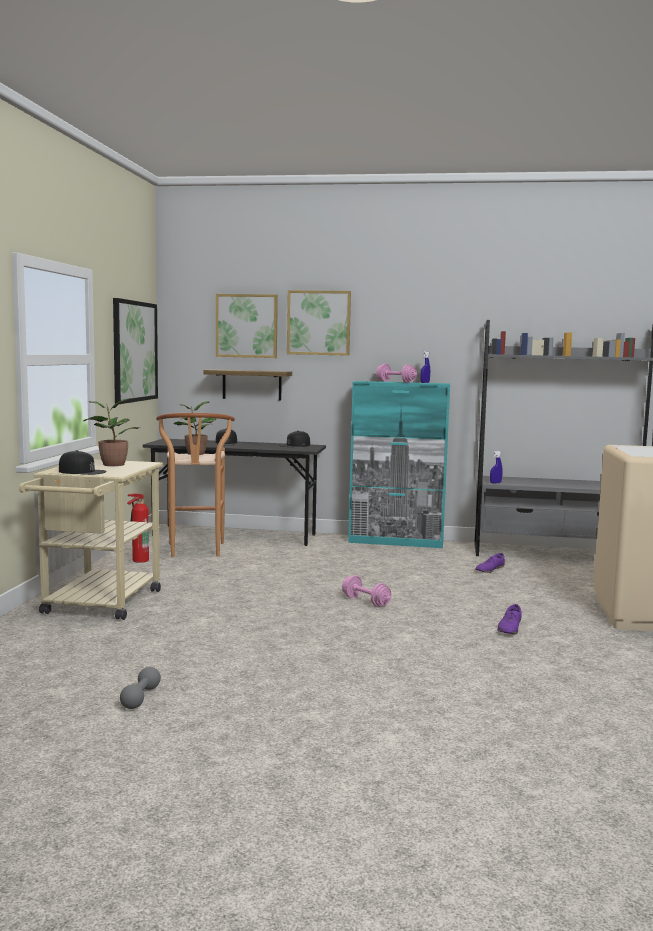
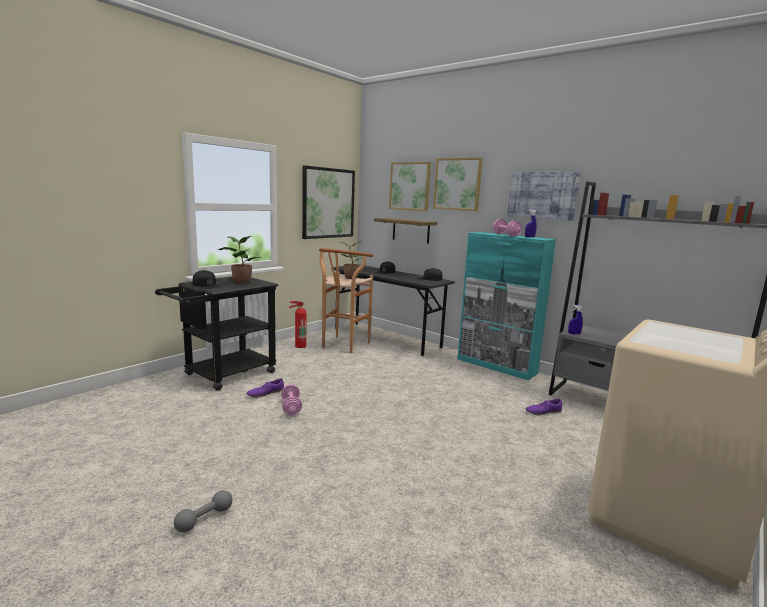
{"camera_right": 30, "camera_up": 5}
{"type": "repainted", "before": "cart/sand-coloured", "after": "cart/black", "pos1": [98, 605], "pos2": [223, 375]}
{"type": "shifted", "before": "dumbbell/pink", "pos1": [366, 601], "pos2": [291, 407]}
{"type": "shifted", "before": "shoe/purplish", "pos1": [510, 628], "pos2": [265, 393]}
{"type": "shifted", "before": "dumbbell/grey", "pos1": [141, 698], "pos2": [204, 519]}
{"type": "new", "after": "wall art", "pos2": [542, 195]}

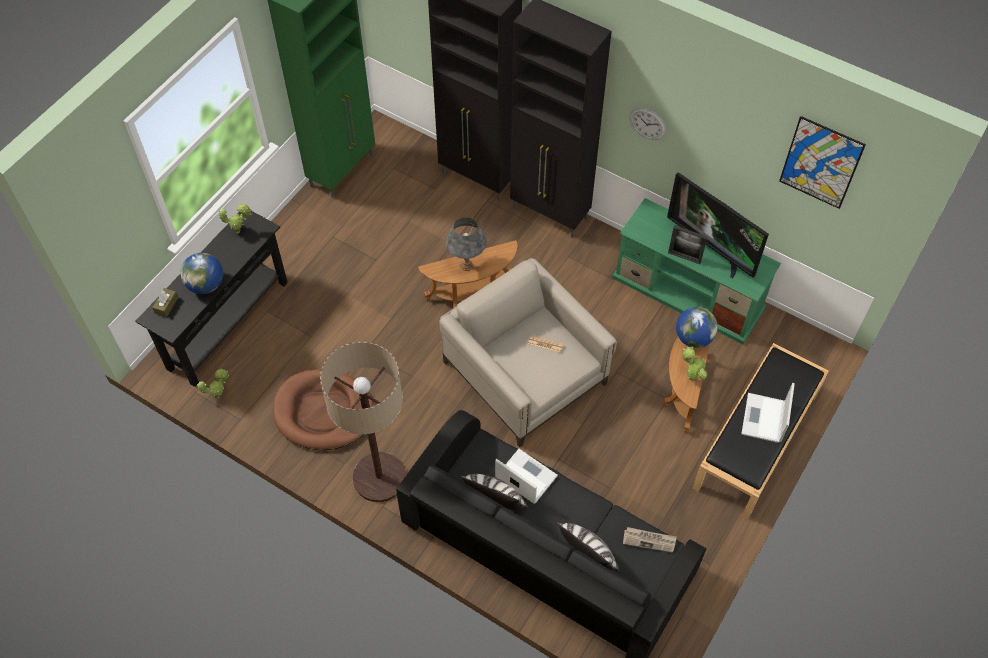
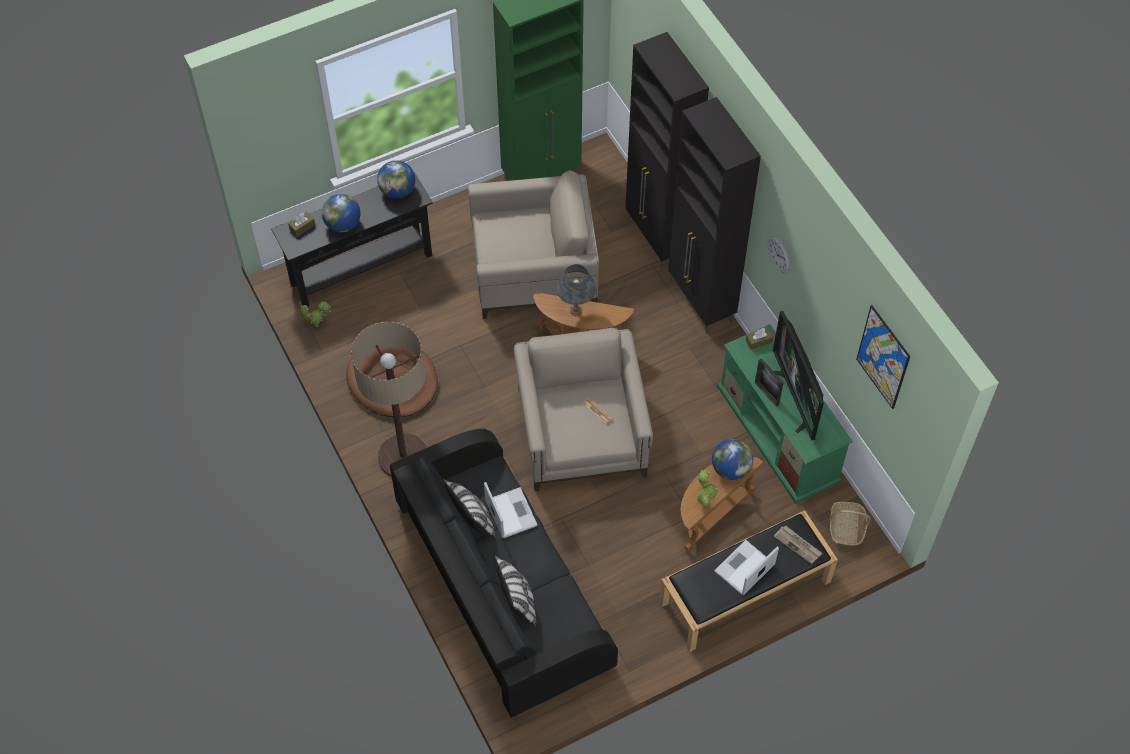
{"camera_right": 30, "camera_up": 0}
{"type": "swapped", "before": "potted plant", "after": "globe", "pos1": [239, 231], "pos2": [397, 191]}
{"type": "shifted", "before": "printed paper", "pos1": [649, 540], "pos2": [798, 545]}
{"type": "new", "after": "lounge chair/sand-coloured", "pos2": [533, 270]}
{"type": "new", "after": "tissue holder/brown", "pos2": [758, 341]}
{"type": "new", "after": "storage basket", "pos2": [846, 528]}

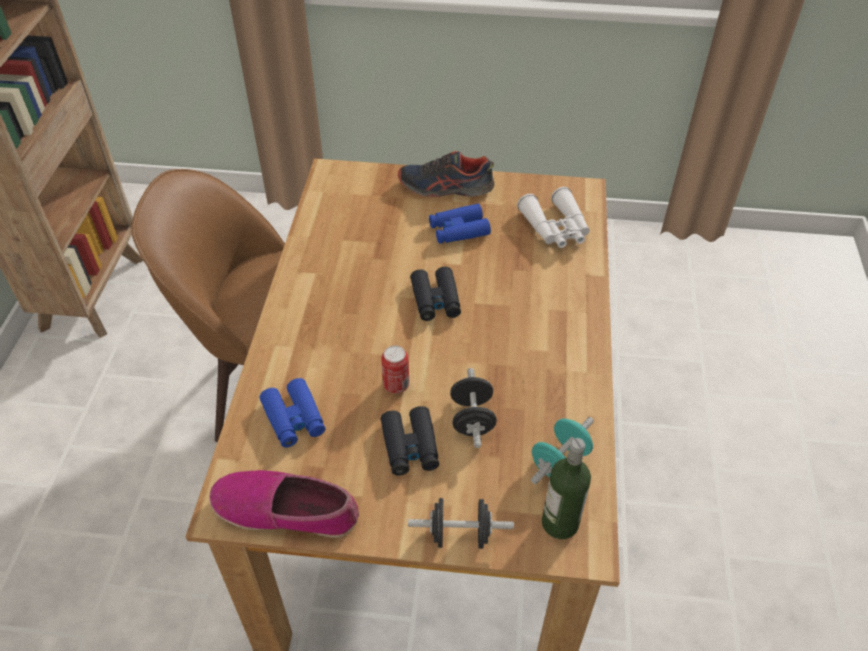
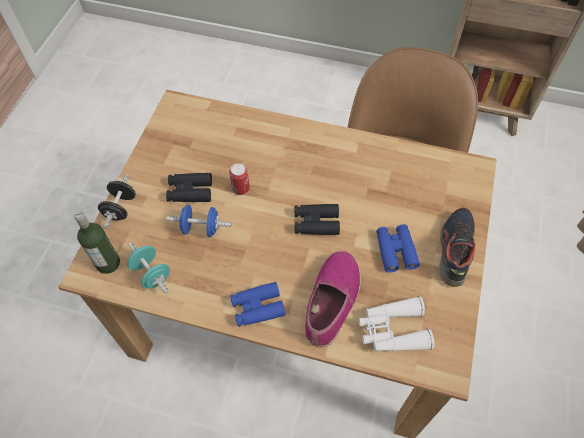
{"camera_right": 100, "camera_up": 10}
{"type": "repainted", "before": "dumbbell/black", "after": "dumbbell/blue", "pos1": [472, 419], "pos2": [201, 228]}
{"type": "shifted", "before": "field glasses/blue", "pos1": [294, 418], "pos2": [257, 307]}
{"type": "shifted", "before": "shoe", "pos1": [287, 510], "pos2": [331, 301]}

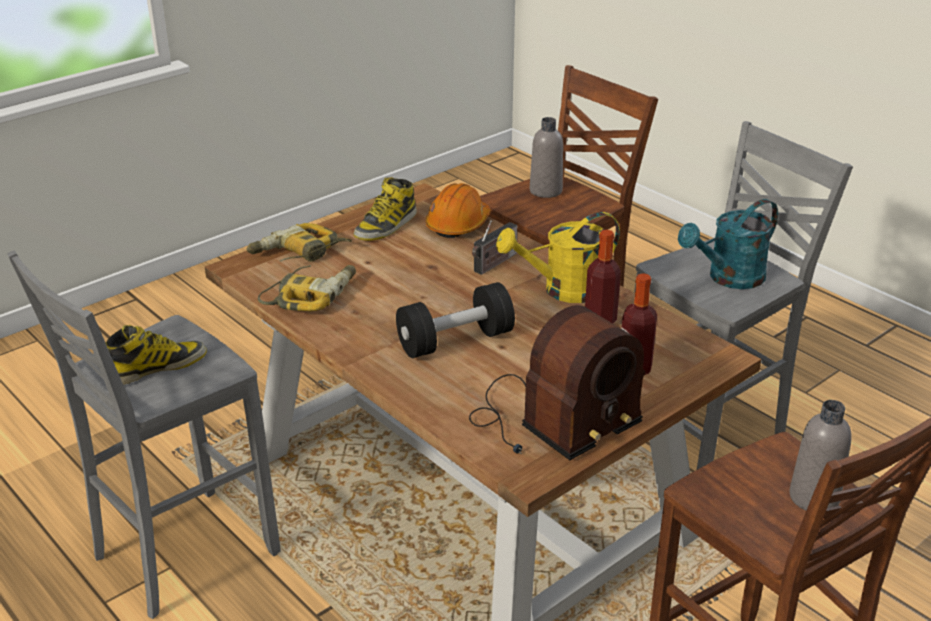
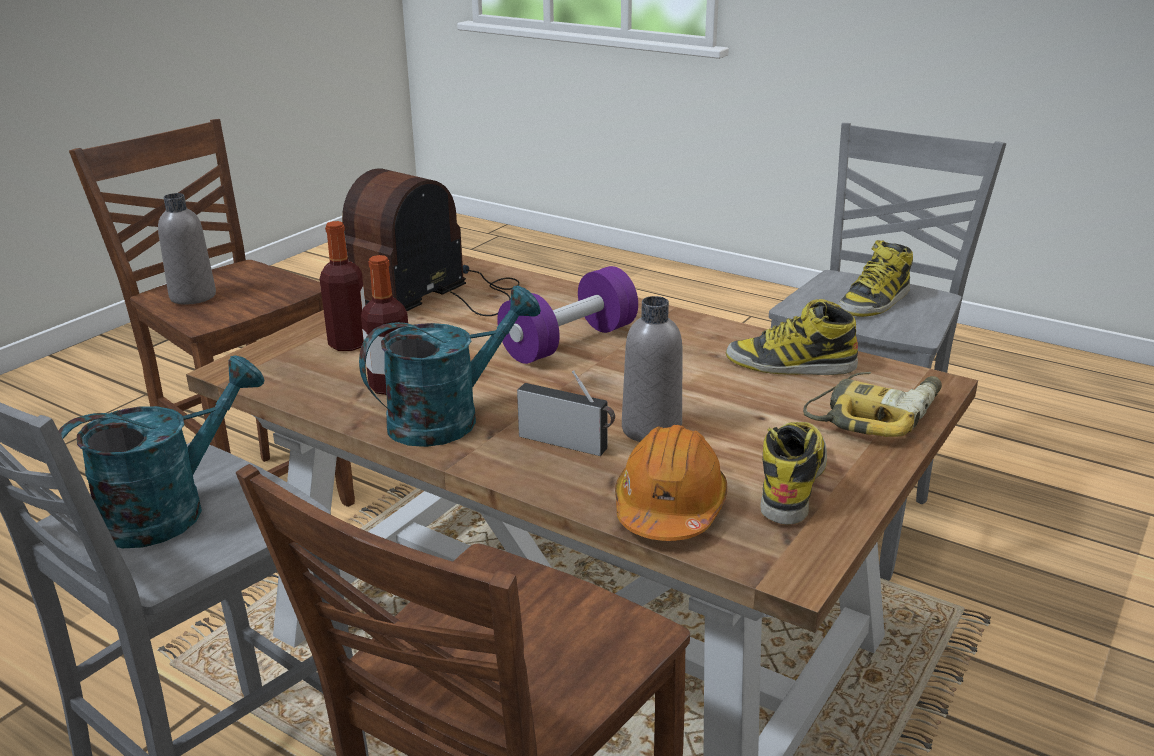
{"camera_right": 165, "camera_up": -5}
{"type": "shifted", "before": "beverage bottle/grey", "pos1": [545, 191], "pos2": [651, 429]}
{"type": "repainted", "before": "watering can/yellowish", "after": "watering can/turquoise-coloured", "pos1": [563, 291], "pos2": [448, 418]}
{"type": "rotated", "before": "radio", "pos1": [494, 264], "pos2": [567, 443], "turn": 90}
{"type": "swapped", "before": "power drill", "after": "boot", "pos1": [311, 295], "pos2": [790, 365]}
{"type": "repainted", "before": "dumbbell/black", "after": "dumbbell/purplish", "pos1": [455, 341], "pos2": [569, 342]}

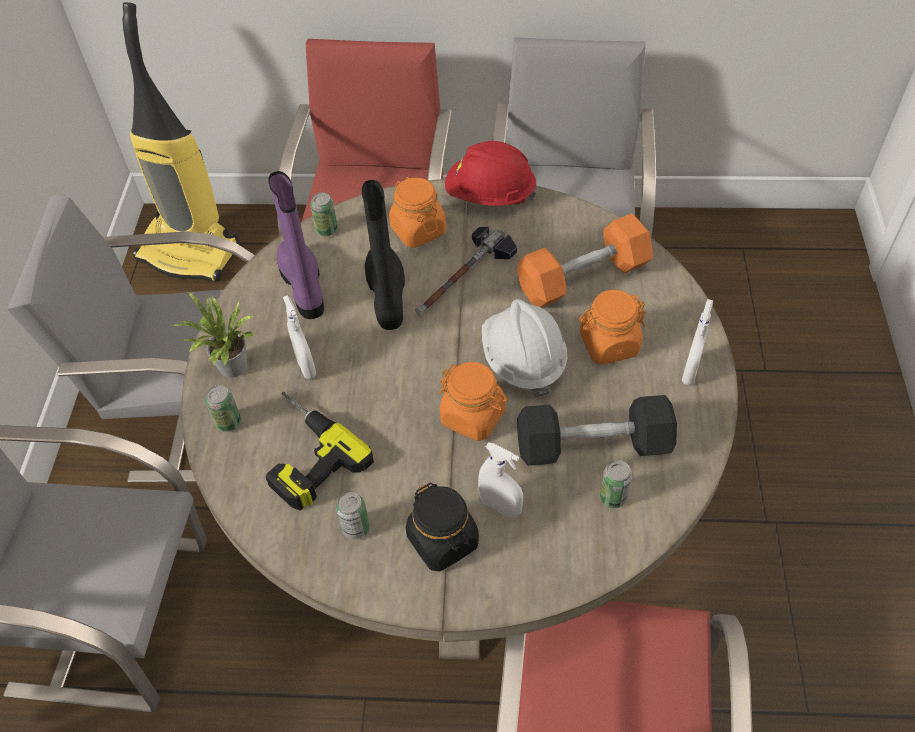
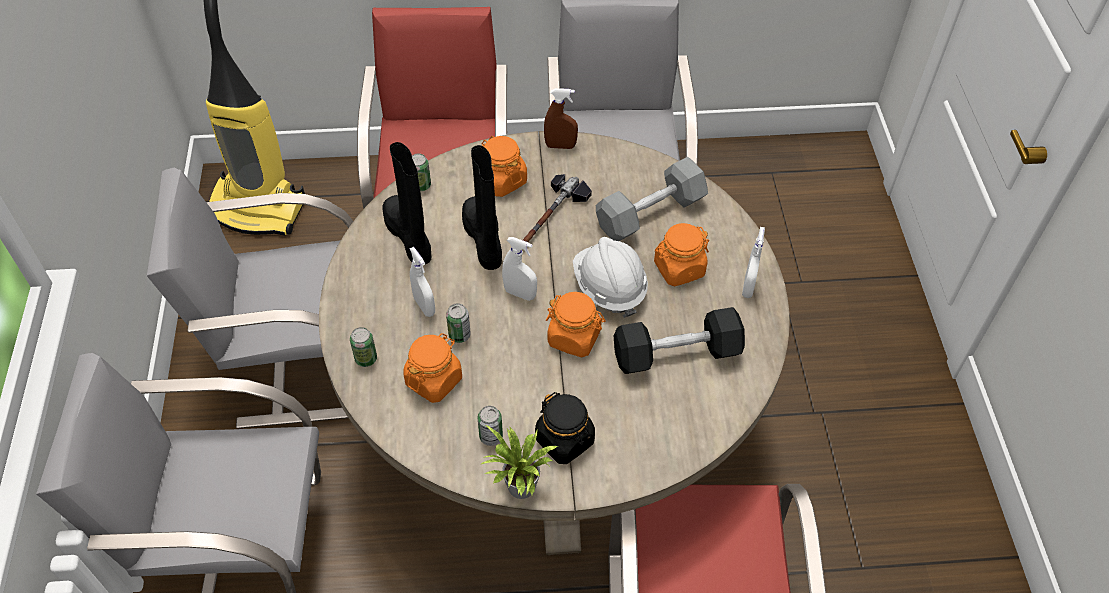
{"camera_right": -10, "camera_up": 0}
{"type": "swapped", "before": "safety helmet/red-coloured", "after": "sprayer/brown", "pos1": [490, 195], "pos2": [560, 146]}
{"type": "repainted", "before": "boot/purplish", "after": "boot/black", "pos1": [304, 285], "pos2": [410, 236]}
{"type": "repainted", "before": "dumbbell/orange", "after": "dumbbell/grey", "pos1": [583, 277], "pos2": [650, 213]}
{"type": "shifted", "before": "potted plant", "pos1": [230, 369], "pos2": [519, 489]}
{"type": "swapped", "before": "power drill", "after": "storage jar/orange", "pos1": [301, 454], "pos2": [434, 380]}
{"type": "shifted", "before": "sprayer/whitish", "pos1": [500, 507], "pos2": [520, 294]}
{"type": "shifted", "before": "sealed can", "pos1": [613, 497], "pos2": [459, 335]}

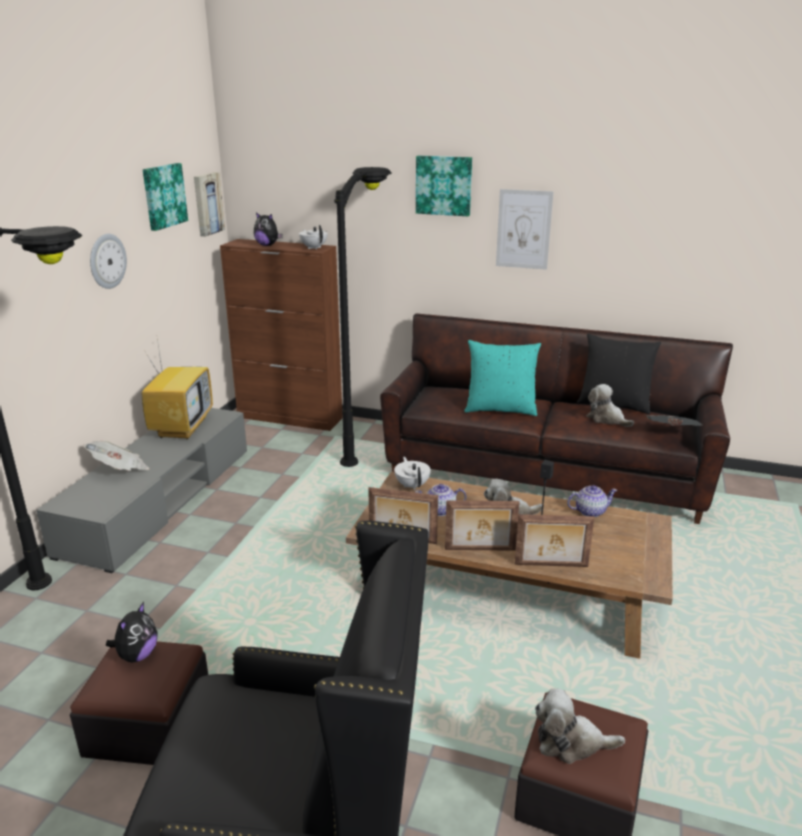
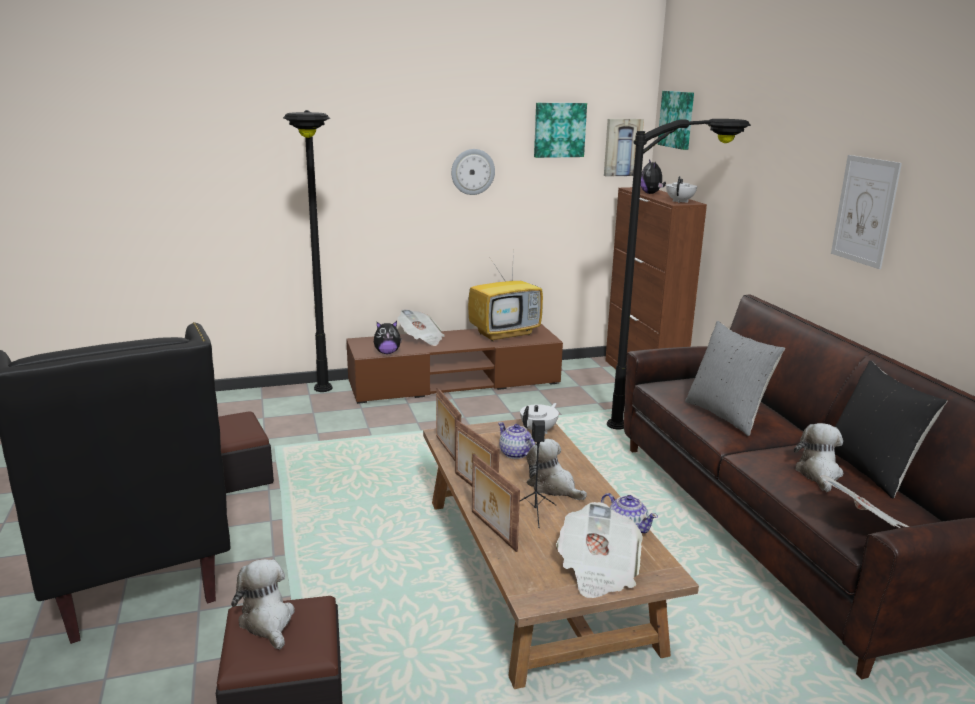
{"camera_right": 55, "camera_up": -5}
{"type": "shifted", "before": "wall art", "pos1": [444, 185], "pos2": [677, 119]}
{"type": "repainted", "before": "pillow/turquoise-coloured", "after": "pillow/grey", "pos1": [500, 409], "pos2": [726, 415]}
{"type": "repainted", "before": "media console/grey", "after": "media console/brown", "pos1": [159, 500], "pos2": [454, 383]}
{"type": "shifted", "before": "soft toy", "pos1": [137, 655], "pos2": [387, 352]}
{"type": "new", "after": "printed paper", "pos2": [597, 571]}

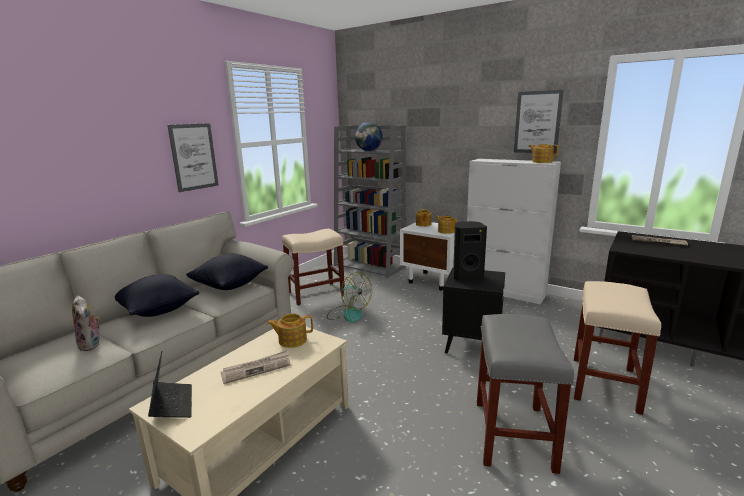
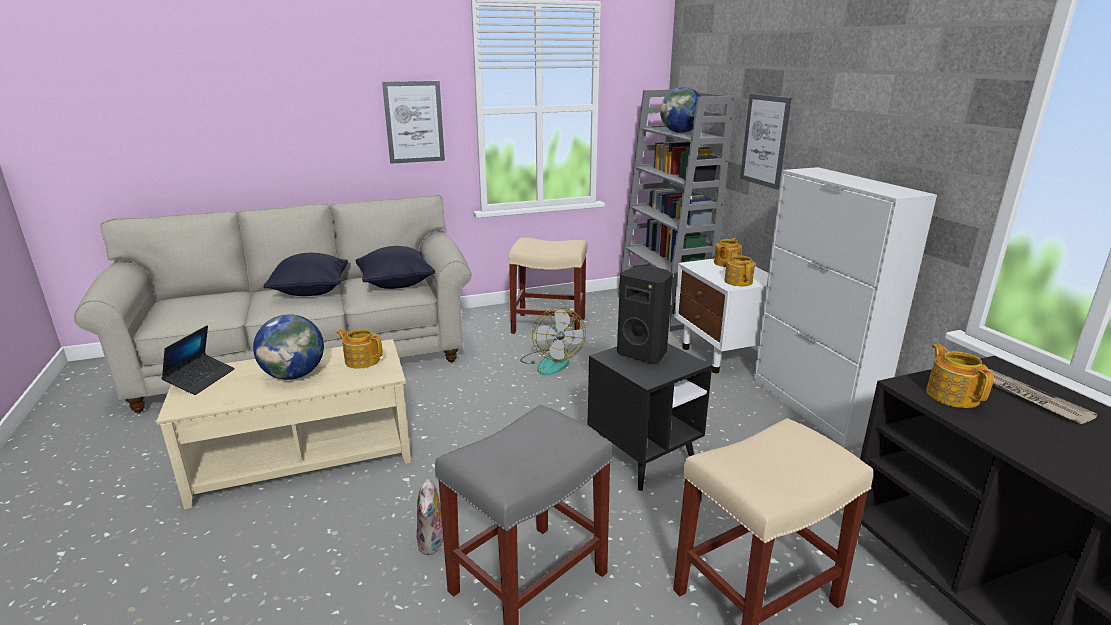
{"camera_right": 35, "camera_up": 5}
{"type": "shifted", "before": "wall art", "pos1": [537, 122], "pos2": [764, 140]}
{"type": "shifted", "before": "teapot", "pos1": [541, 162], "pos2": [952, 395]}
{"type": "shifted", "before": "soft toy", "pos1": [91, 345], "pos2": [433, 543]}
{"type": "swapped", "before": "printed paper", "after": "globe", "pos1": [257, 368], "pos2": [294, 375]}

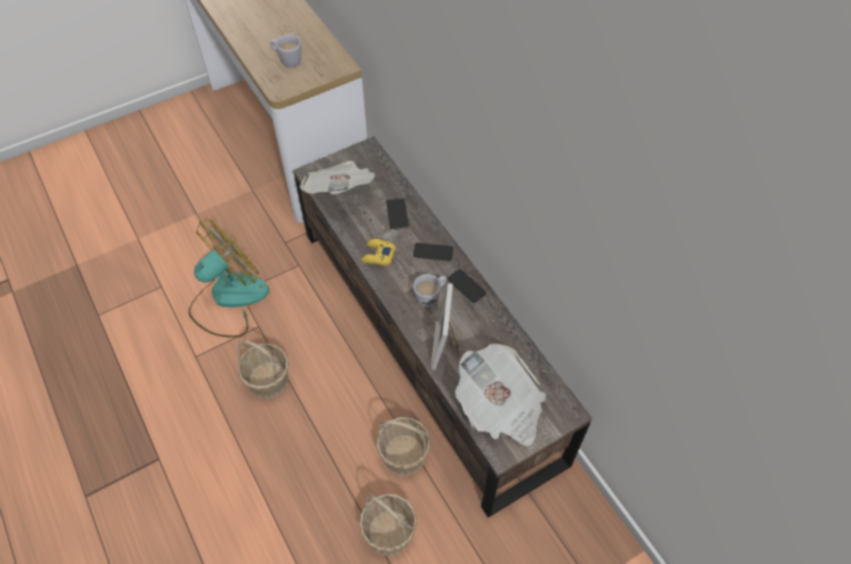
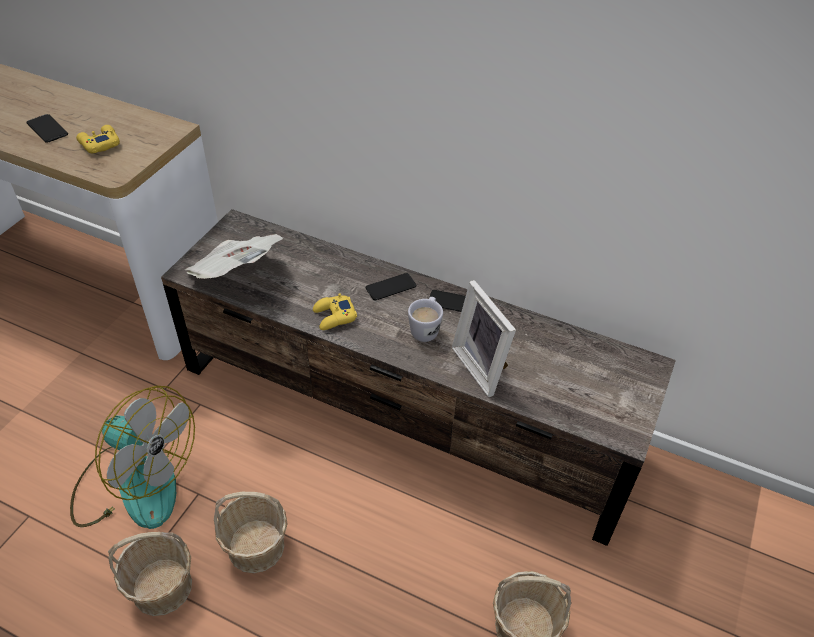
{"camera_right": -35, "camera_up": -10}
{"type": "swapped", "before": "mug/whitish", "after": "game controller/yellowish", "pos1": [287, 60], "pos2": [99, 144]}
{"type": "shifted", "before": "phone", "pos1": [397, 214], "pos2": [47, 129]}
{"type": "rotated", "before": "electric fan", "pos1": [228, 299], "pos2": [135, 483], "turn": 105}
{"type": "gone", "before": "printed paper", "pos1": [500, 407]}
{"type": "shifted", "before": "storage basket", "pos1": [404, 455], "pos2": [163, 587]}

